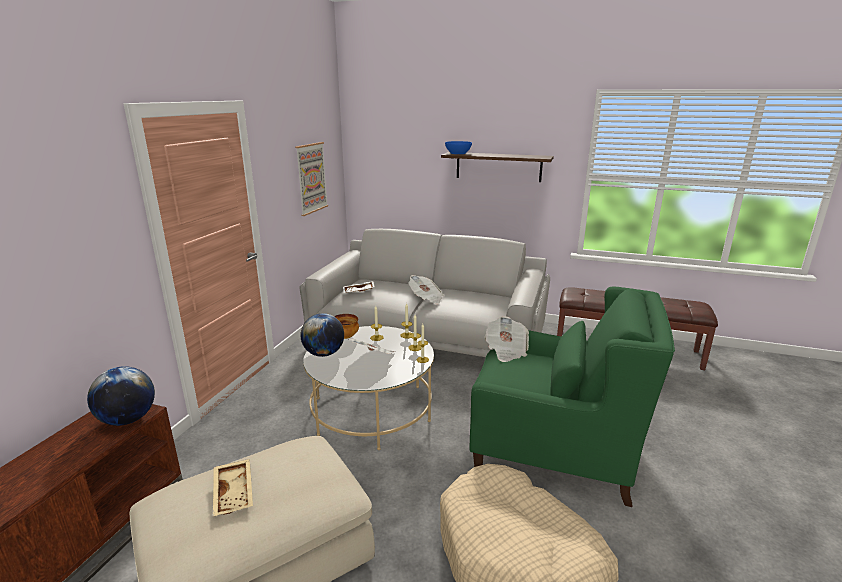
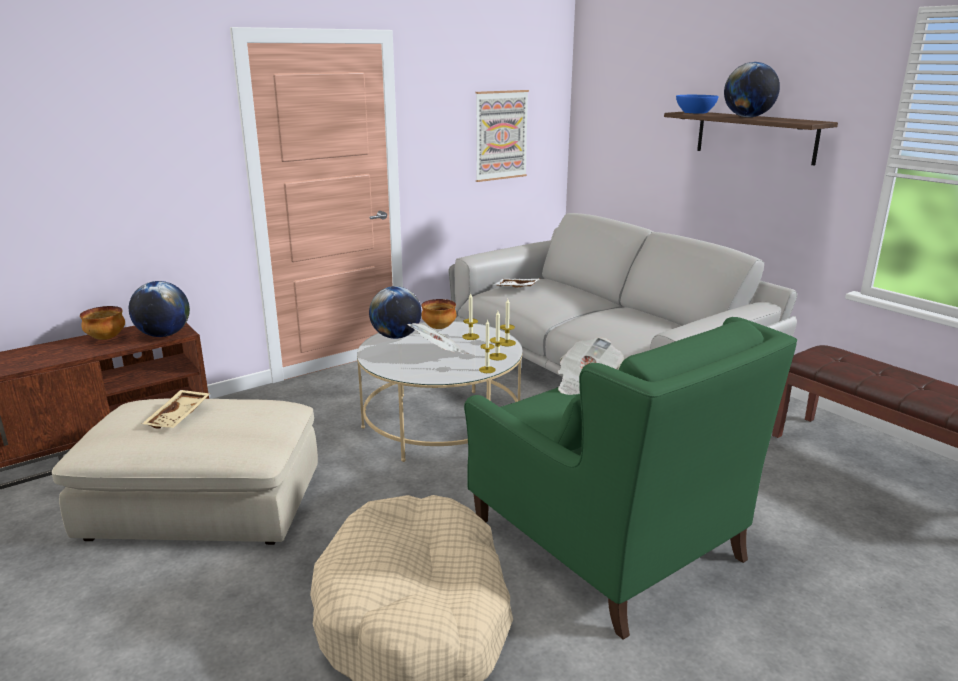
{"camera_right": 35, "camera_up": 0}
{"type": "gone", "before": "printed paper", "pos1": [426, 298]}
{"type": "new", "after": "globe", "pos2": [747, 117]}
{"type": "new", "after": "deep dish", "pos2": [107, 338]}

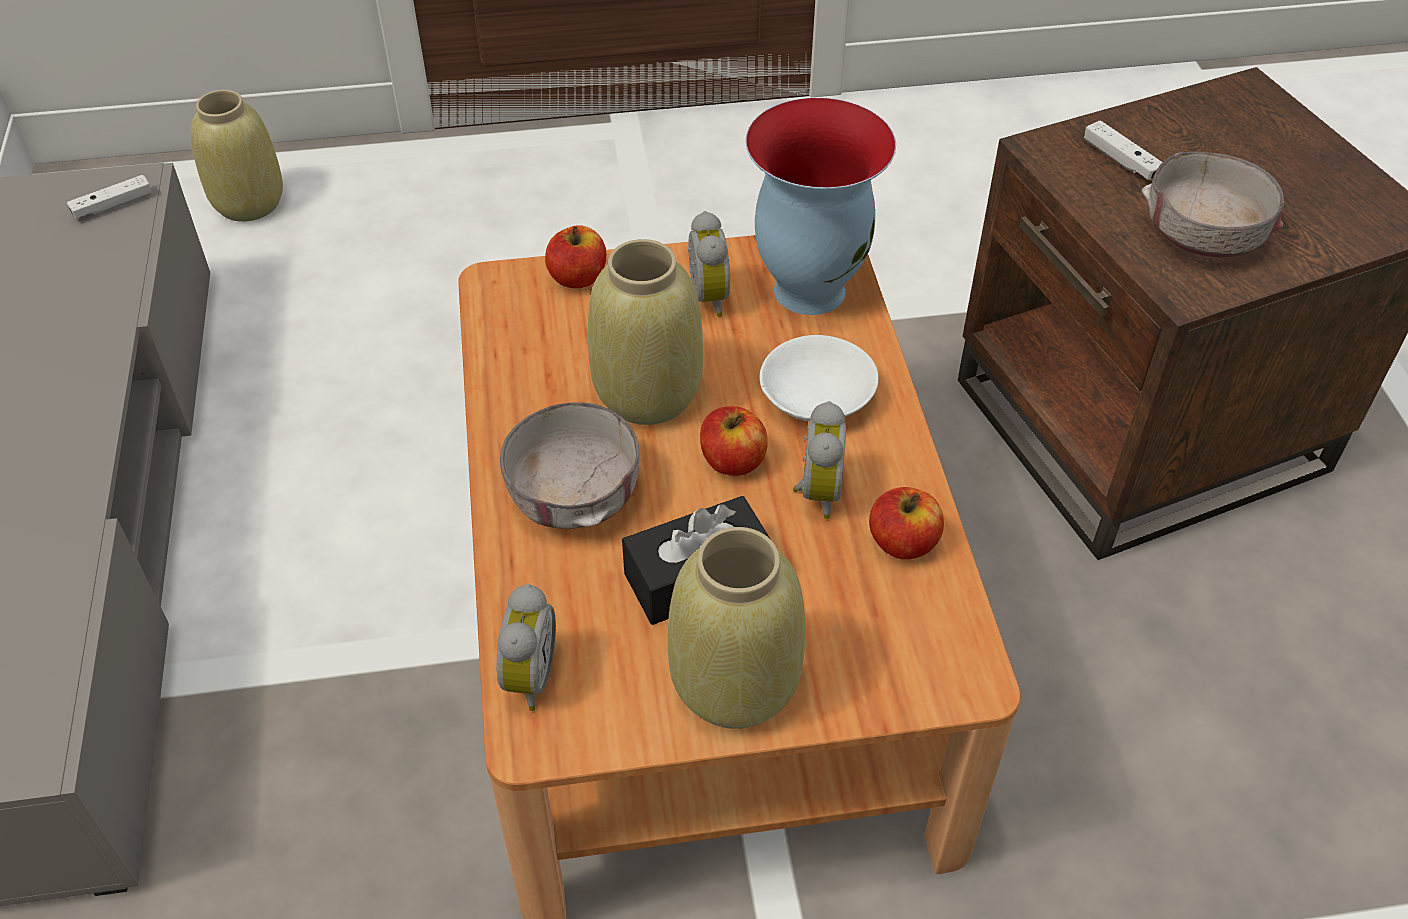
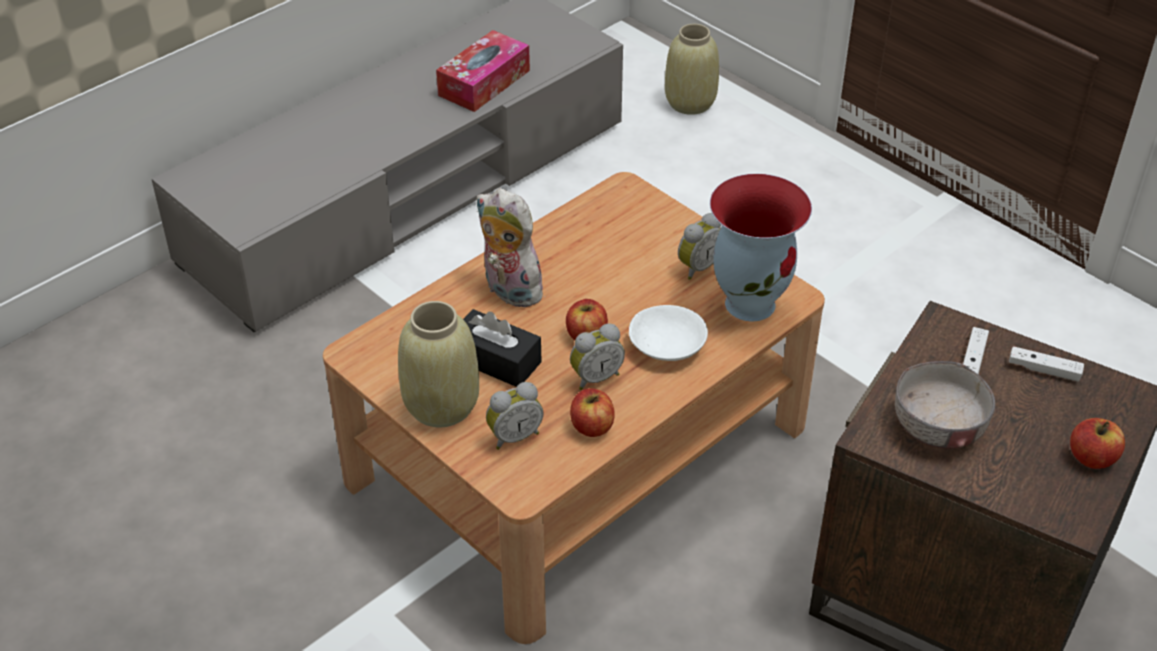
{"camera_right": 55, "camera_up": -5}
{"type": "shifted", "before": "game controller/whitish", "pos1": [113, 205], "pos2": [1044, 370]}
{"type": "shifted", "before": "apple", "pos1": [578, 277], "pos2": [1092, 458]}
{"type": "gone", "before": "decorative vase/sand-coloured", "pos1": [646, 395]}
{"type": "swapped", "before": "deep dish/grey", "after": "soft toy", "pos1": [574, 493], "pos2": [508, 291]}
{"type": "shifted", "before": "alarm clock", "pos1": [526, 677], "pos2": [514, 436]}
{"type": "new", "after": "tissue holder", "pos2": [484, 83]}

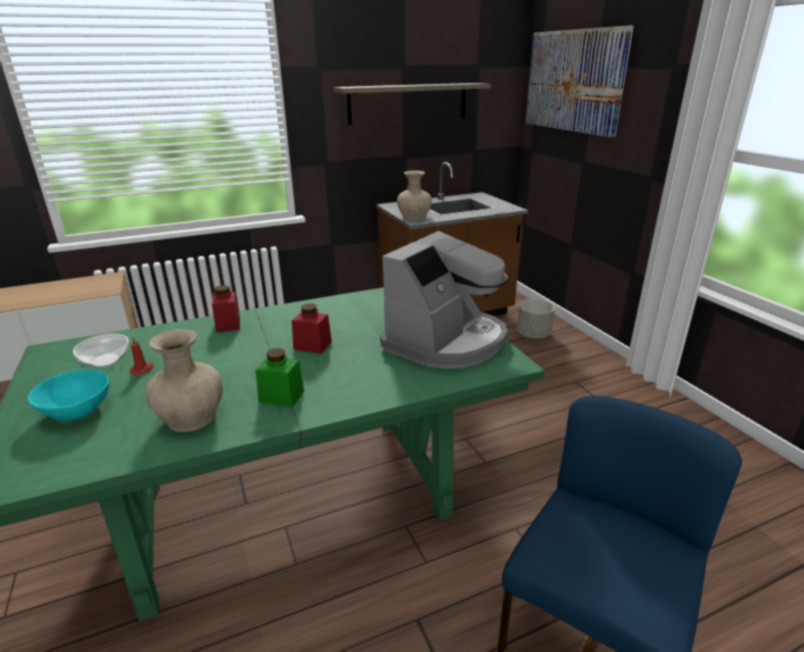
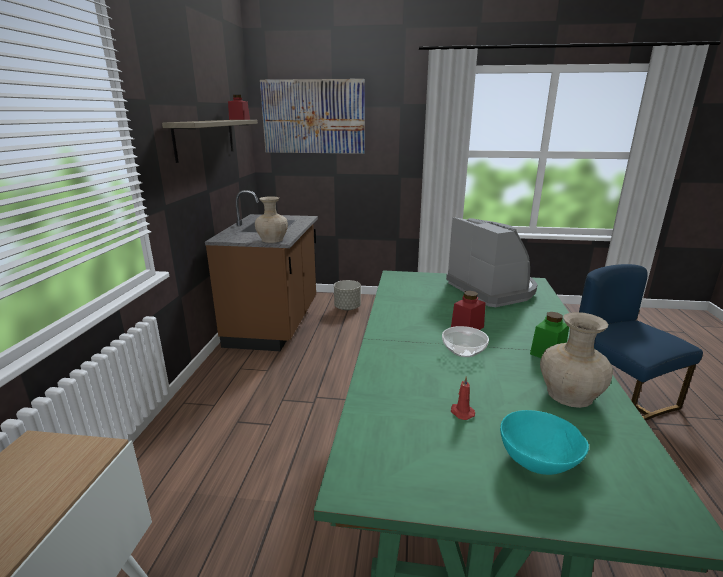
{"camera_right": -60, "camera_up": -5}
{"type": "shifted", "before": "storage jar/red-coloured", "pos1": [228, 324], "pos2": [239, 119]}
{"type": "shifted", "before": "deep dish", "pos1": [105, 360], "pos2": [463, 351]}

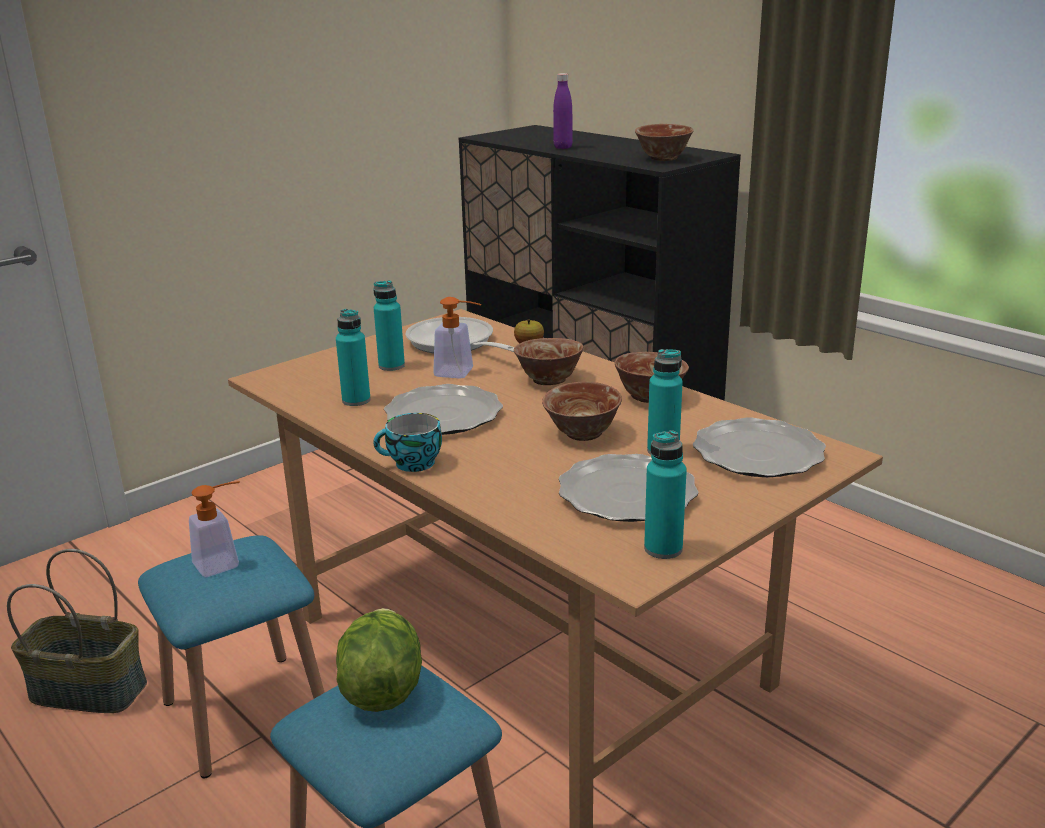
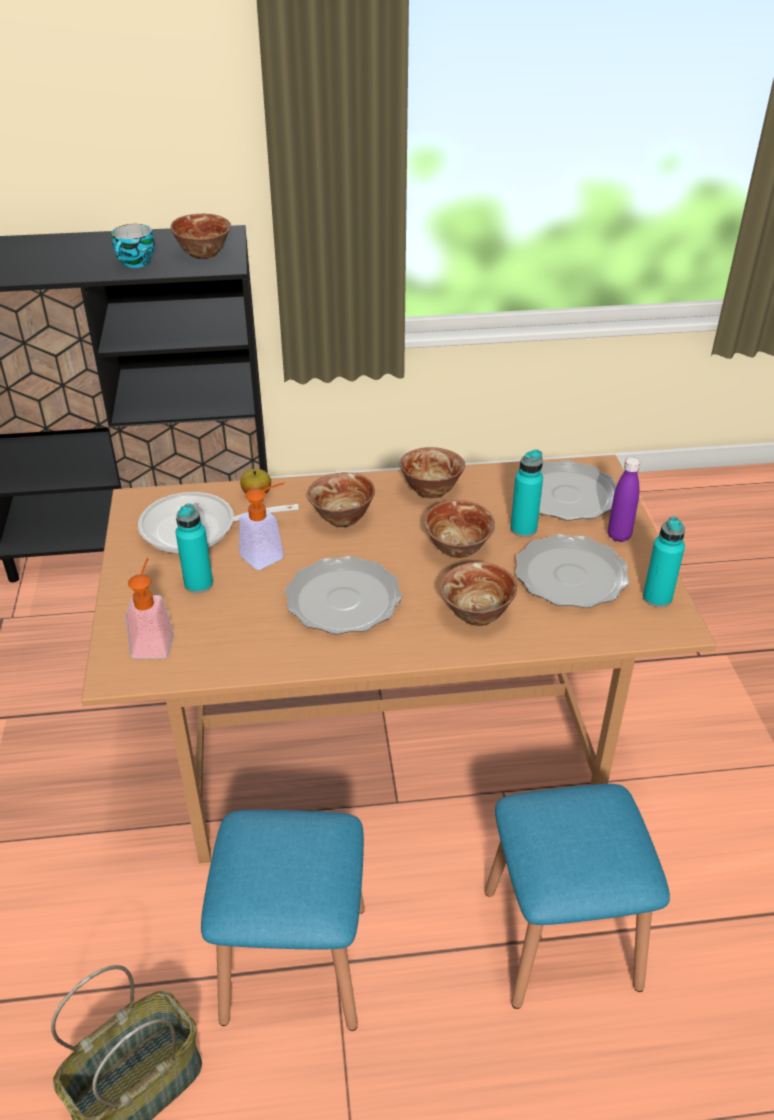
{"camera_right": -55, "camera_up": 15}
{"type": "shifted", "before": "beverage bottle/purplish", "pos1": [563, 147], "pos2": [619, 536]}
{"type": "gone", "before": "beverage bottle/turquoise-coloured", "pos1": [356, 400]}
{"type": "shifted", "before": "small cup", "pos1": [412, 464], "pos2": [136, 263]}
{"type": "shifted", "before": "liquid soap bottle", "pos1": [224, 562], "pos2": [154, 640]}
{"type": "gone", "before": "head of lettuce", "pos1": [382, 688]}
{"type": "new", "after": "deep dish", "pos2": [477, 614]}

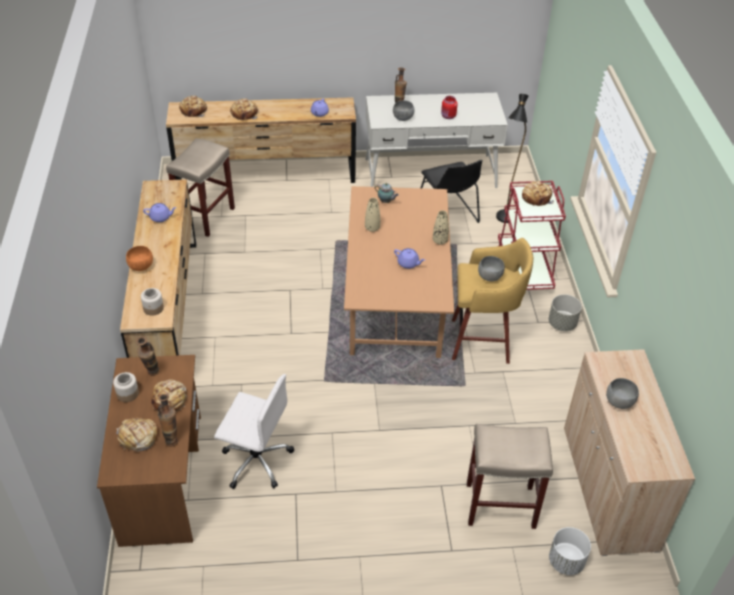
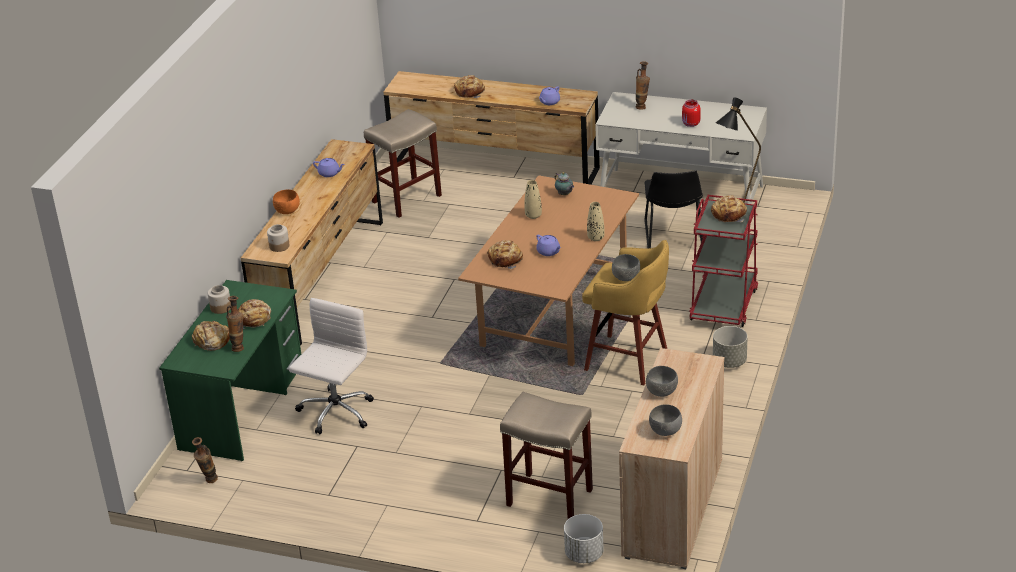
{"camera_right": 25, "camera_up": -10}
{"type": "shifted", "before": "bakery bread", "pos1": [194, 111], "pos2": [506, 259]}
{"type": "shifted", "before": "deep dish/grey", "pos1": [403, 118], "pos2": [665, 431]}
{"type": "shifted", "before": "decorative vase", "pos1": [151, 374], "pos2": [208, 482]}
{"type": "repainted", "before": "desk unit/brown", "after": "desk unit/greenish", "pos1": [162, 478], "pos2": [242, 408]}
{"type": "rotated", "before": "computer chair/whitish", "pos1": [255, 460], "pos2": [335, 413], "turn": -105}

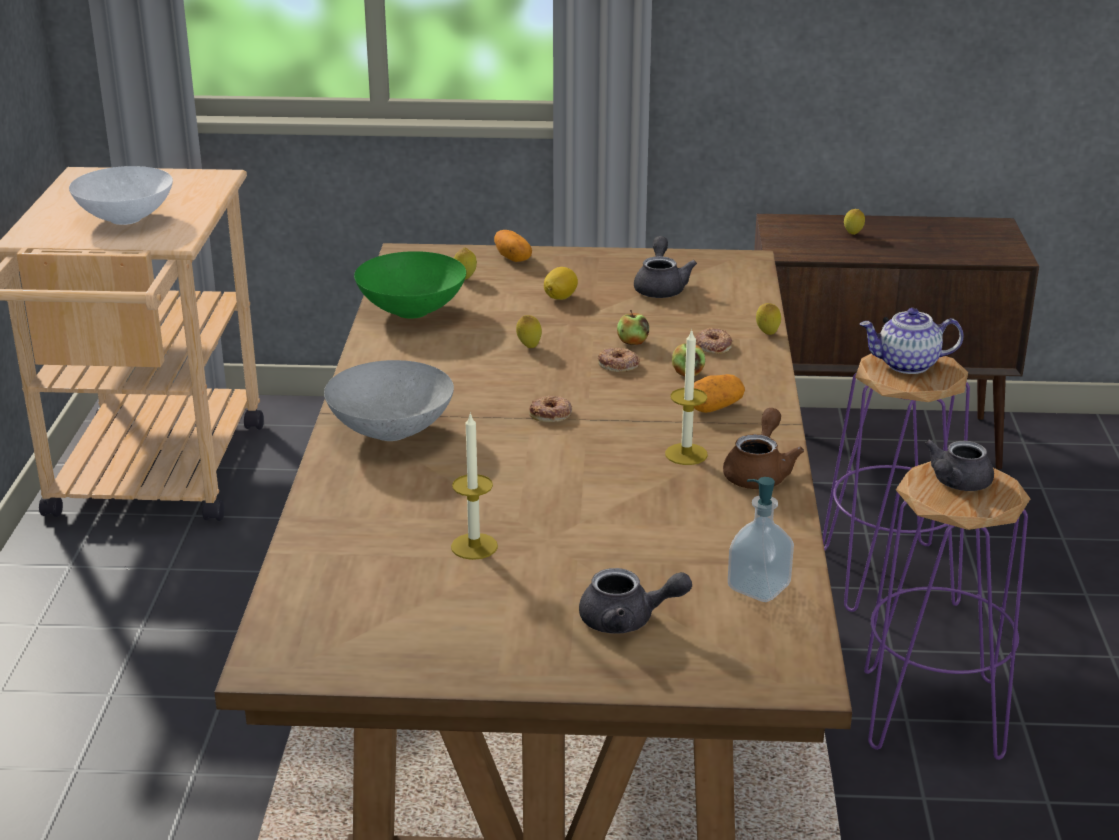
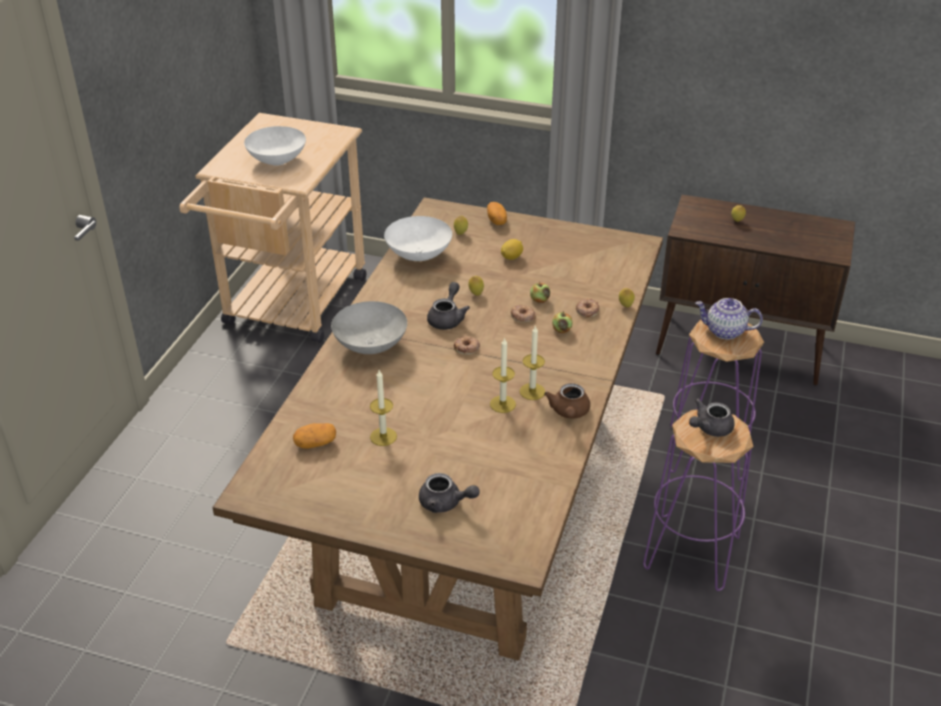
{"camera_right": 15, "camera_up": 10}
{"type": "shifted", "before": "teapot/grey", "pos1": [660, 287], "pos2": [447, 318]}
{"type": "repainted", "before": "deep dish/greenish", "after": "deep dish/whitish", "pos1": [411, 312], "pos2": [418, 256]}
{"type": "shifted", "before": "spud", "pos1": [714, 407], "pos2": [315, 443]}
{"type": "rotated", "before": "teapot/brown", "pos1": [759, 472], "pos2": [569, 413], "turn": 150}
{"type": "gone", "before": "liquid soap bottle", "pos1": [758, 587]}
{"type": "new", "after": "wax candle", "pos2": [502, 404]}

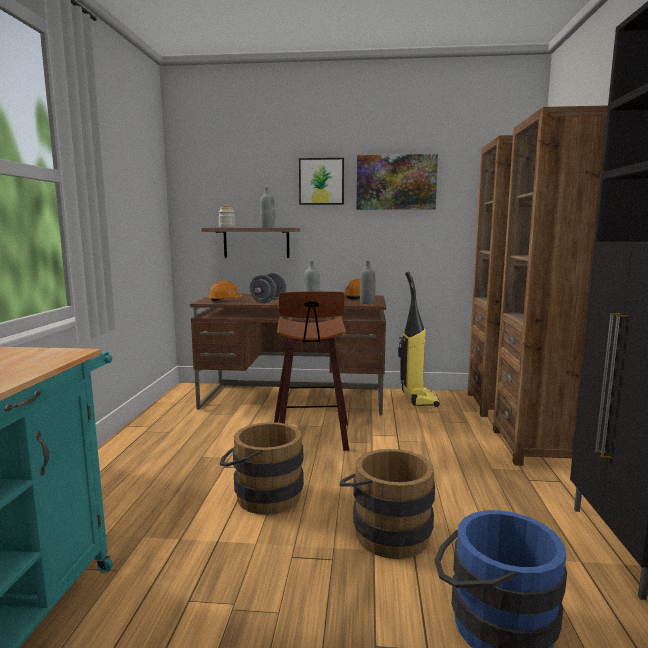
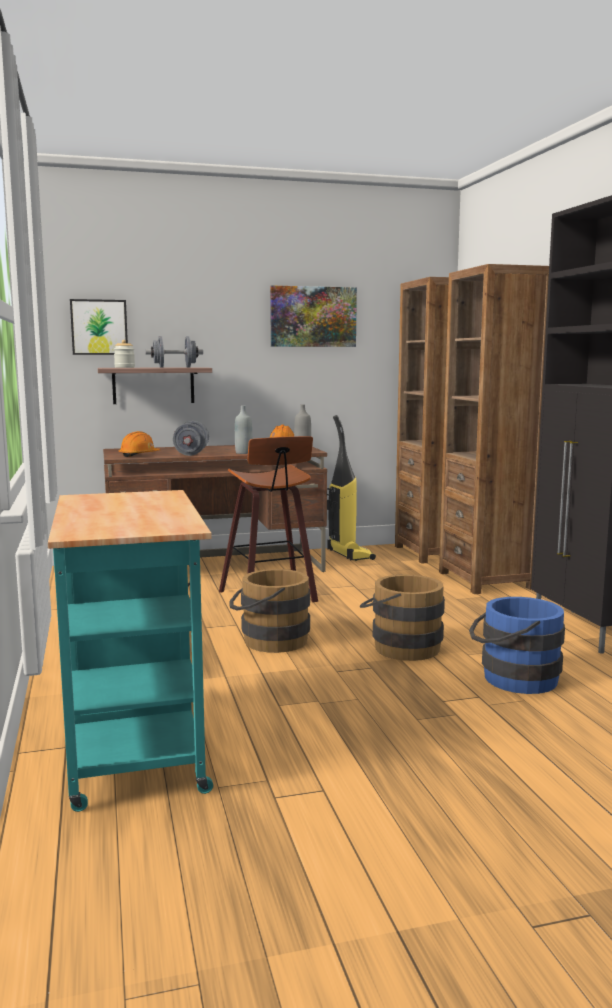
{"camera_right": -20, "camera_up": 0}
{"type": "shifted", "before": "wall art", "pos1": [321, 181], "pos2": [99, 327]}
{"type": "swapped", "before": "beverage bottle/grey", "after": "dumbbell/grey", "pos1": [267, 227], "pos2": [175, 367]}

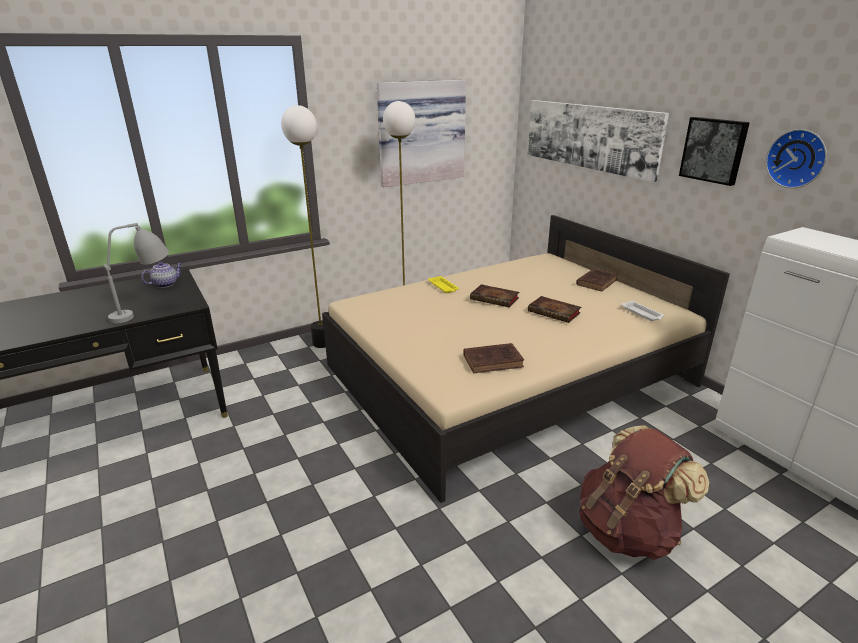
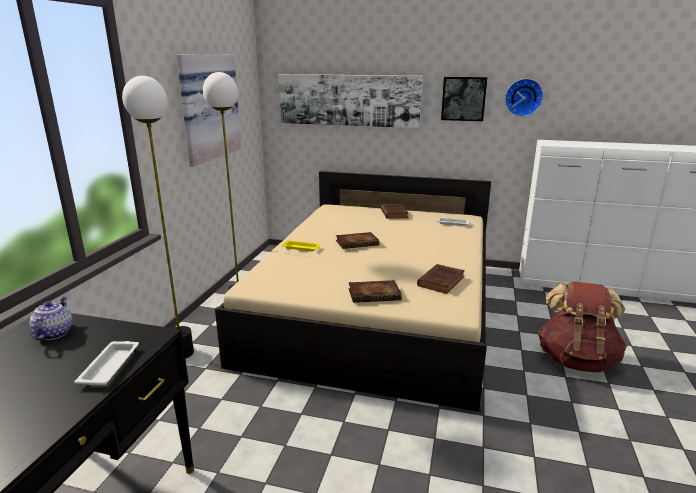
{"camera_right": -45, "camera_up": -5}
{"type": "swapped", "before": "table lamp/grey", "after": "carrying tray/whitish", "pos1": [148, 312], "pos2": [110, 366]}
{"type": "shifted", "before": "book", "pos1": [555, 312], "pos2": [375, 294]}

